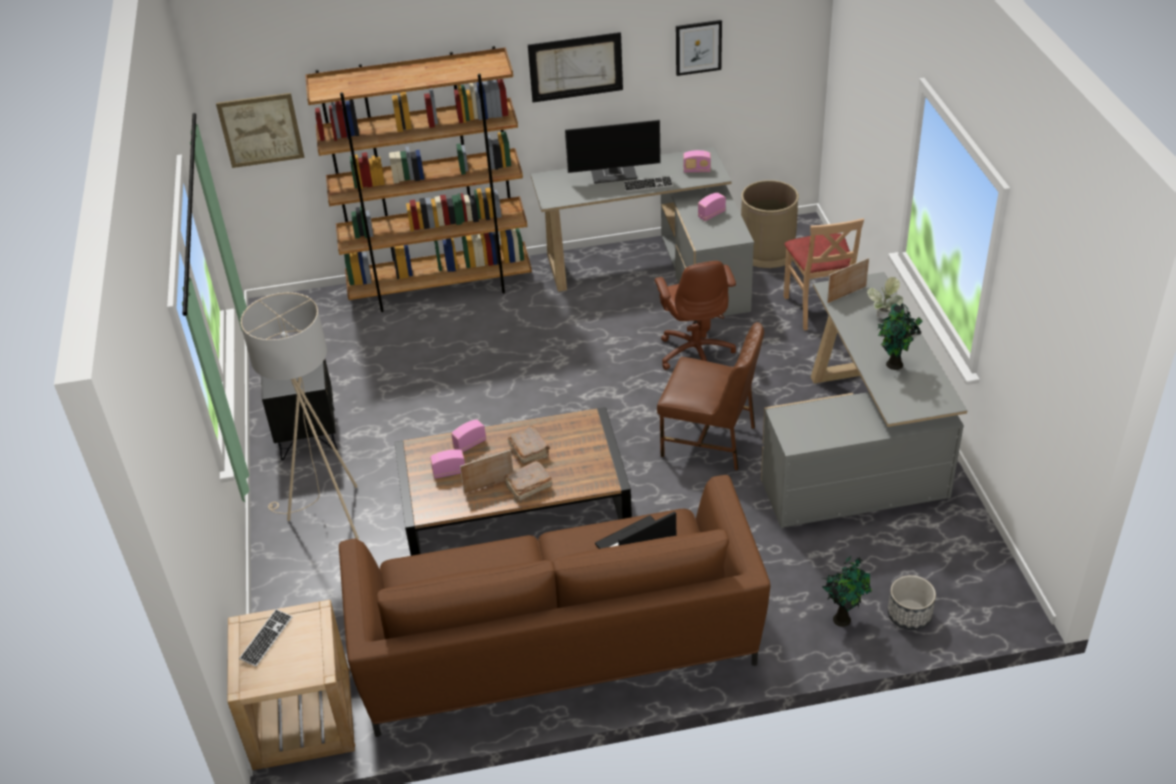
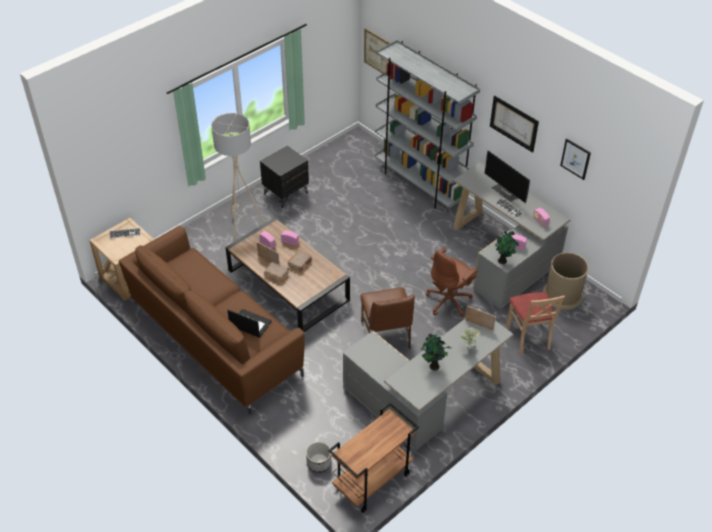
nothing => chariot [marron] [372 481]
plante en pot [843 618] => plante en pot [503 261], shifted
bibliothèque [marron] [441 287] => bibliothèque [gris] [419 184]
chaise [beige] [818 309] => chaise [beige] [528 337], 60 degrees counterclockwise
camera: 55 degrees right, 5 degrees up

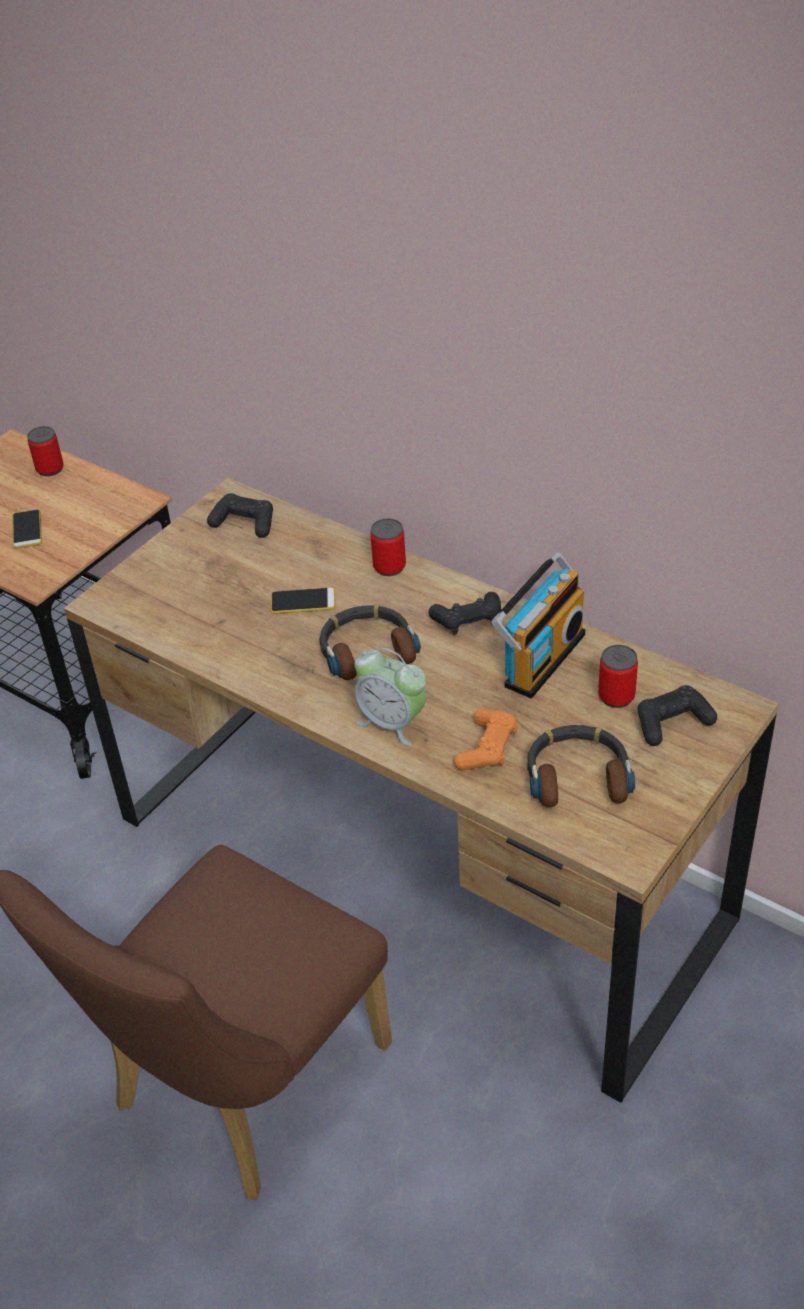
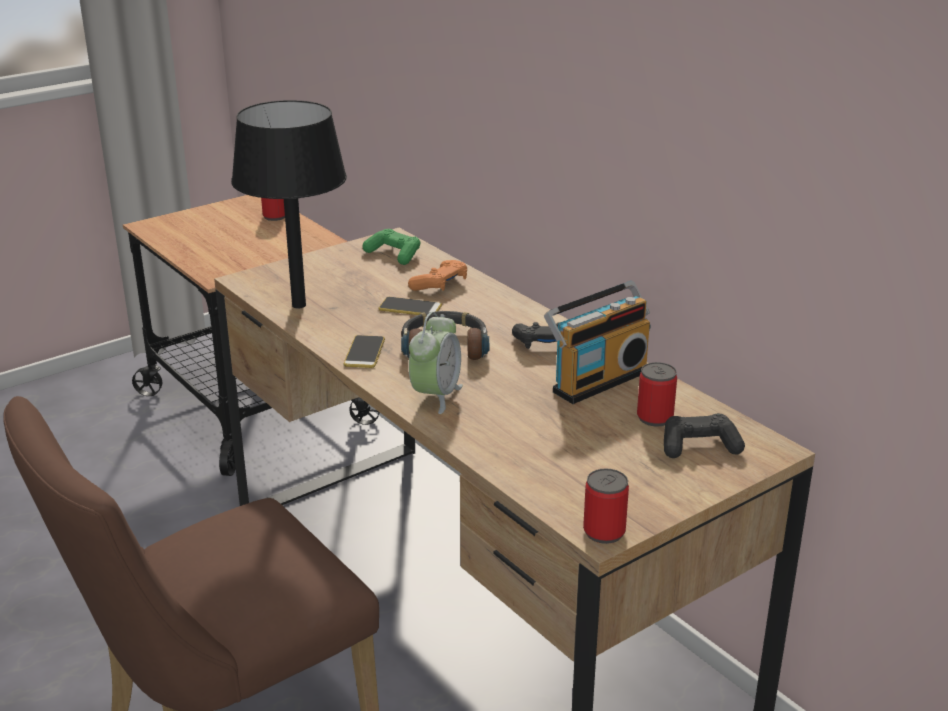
casque audio [578 775] => nothing
nothing => lampe de table [noir] [299 305]
téléphone [27 530] => téléphone [364 352], shifted
boîte métallique [389 566] => boîte métallique [604 532], shifted
manette [orange] [487 748] => manette [orange] [440 284], shifted
manette [noir] [244 523] => manette [vert] [394 254]
réveil [392 723] => réveil [436 396], 120 degrees counterclockwise
camera: 15 degrees right, 15 degrees down

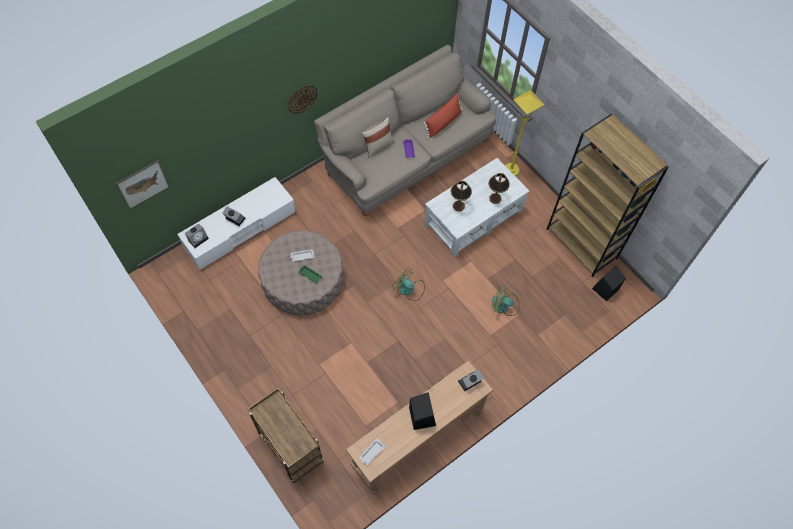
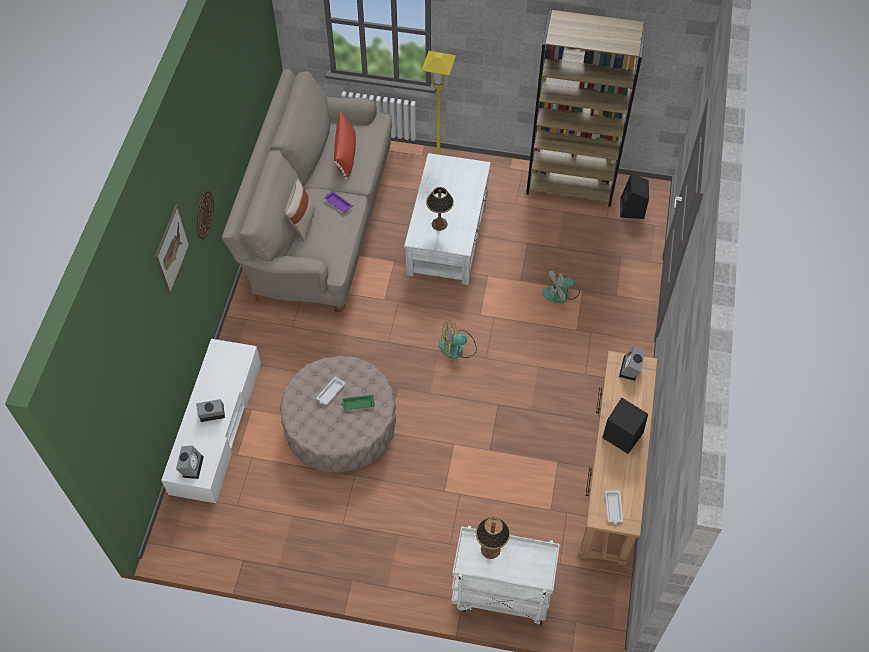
tableau [143 184] => tableau [172 249], shifted
lampe de table [495 198] => lampe de table [491 549], shifted
chariot [marron] [289 447] => chariot [blanc] [500 595]
camera: 40 degrees left, 5 degrees down

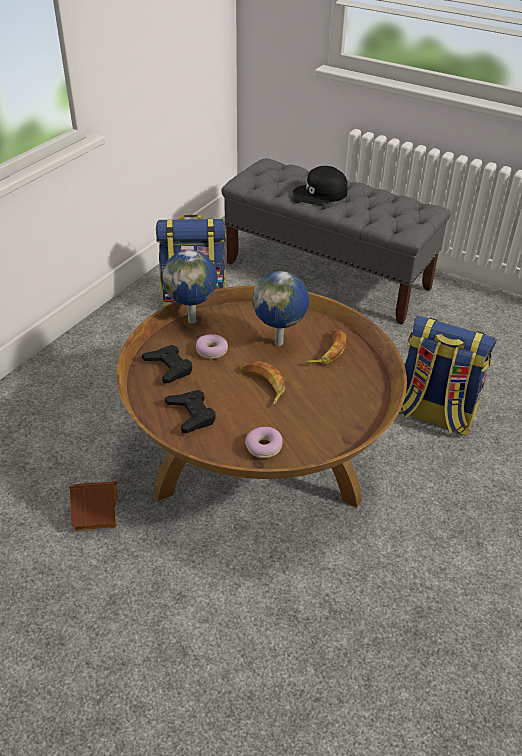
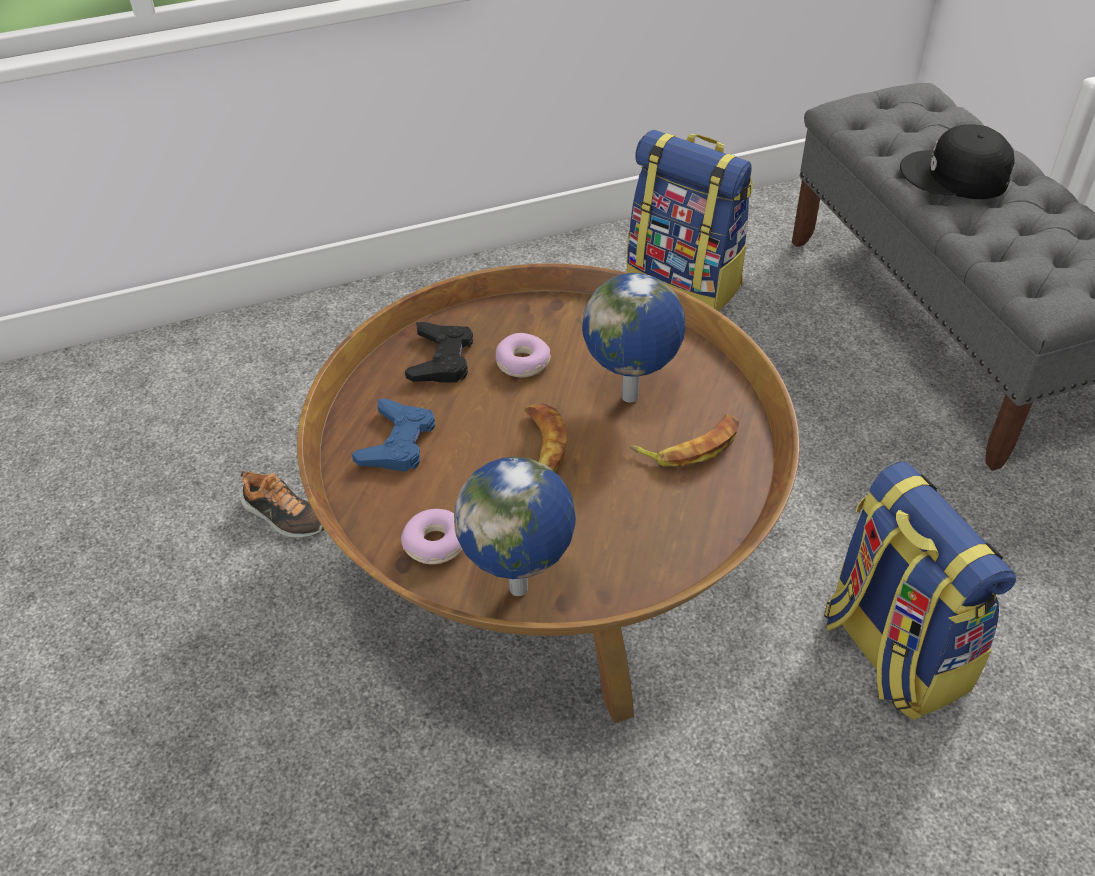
globe [193 320] => globe [521 588], shifted
maison miniature [96 512] => chaussure [284 517]
manette [noir] [191 414] => manette [bleu] [397 442]
camera: 40 degrees right, 5 degrees up

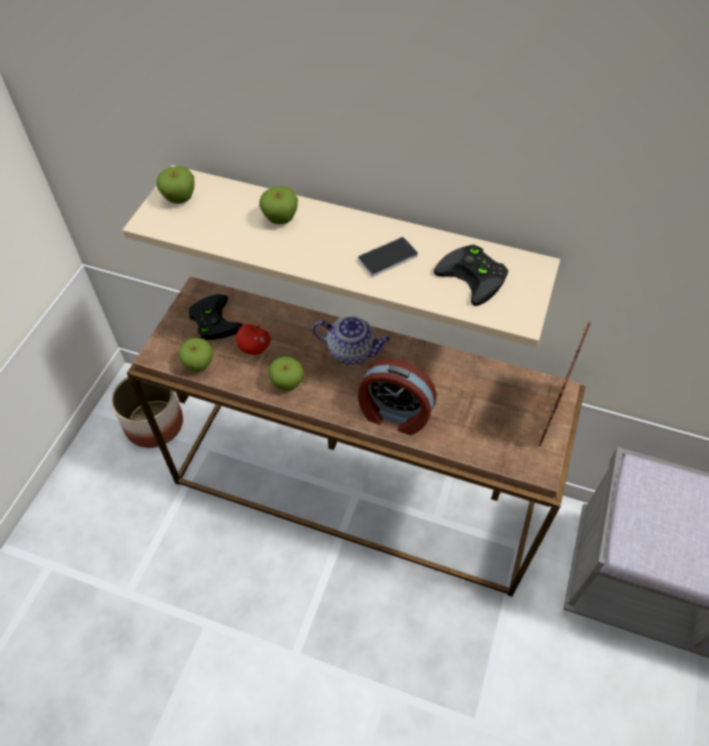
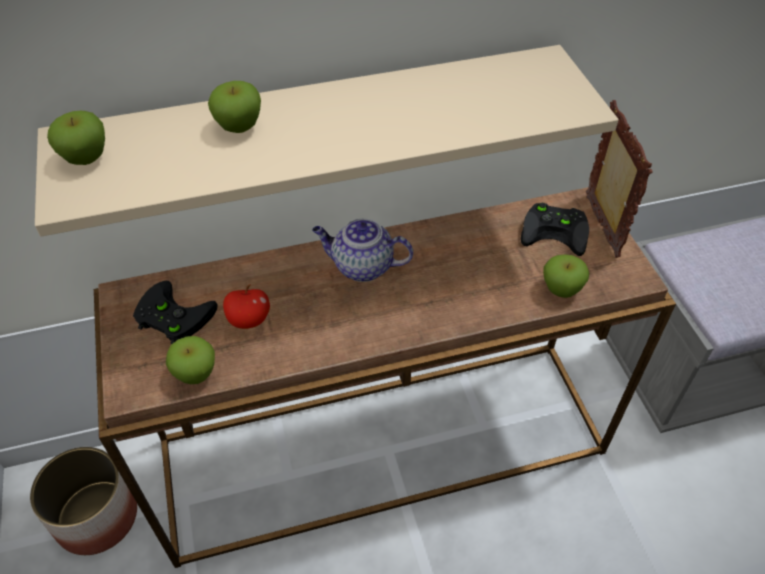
téléphone [387 258] => nothing
réveil [394 414] => nothing
pomme [287 383] => pomme [561 290], shifted
manette [noir] [475 277] => manette [noir] [557 231], shifted
théière [352 351] => théière [361 267], 150 degrees counterclockwise
camera: 35 degrees left, 5 degrees down

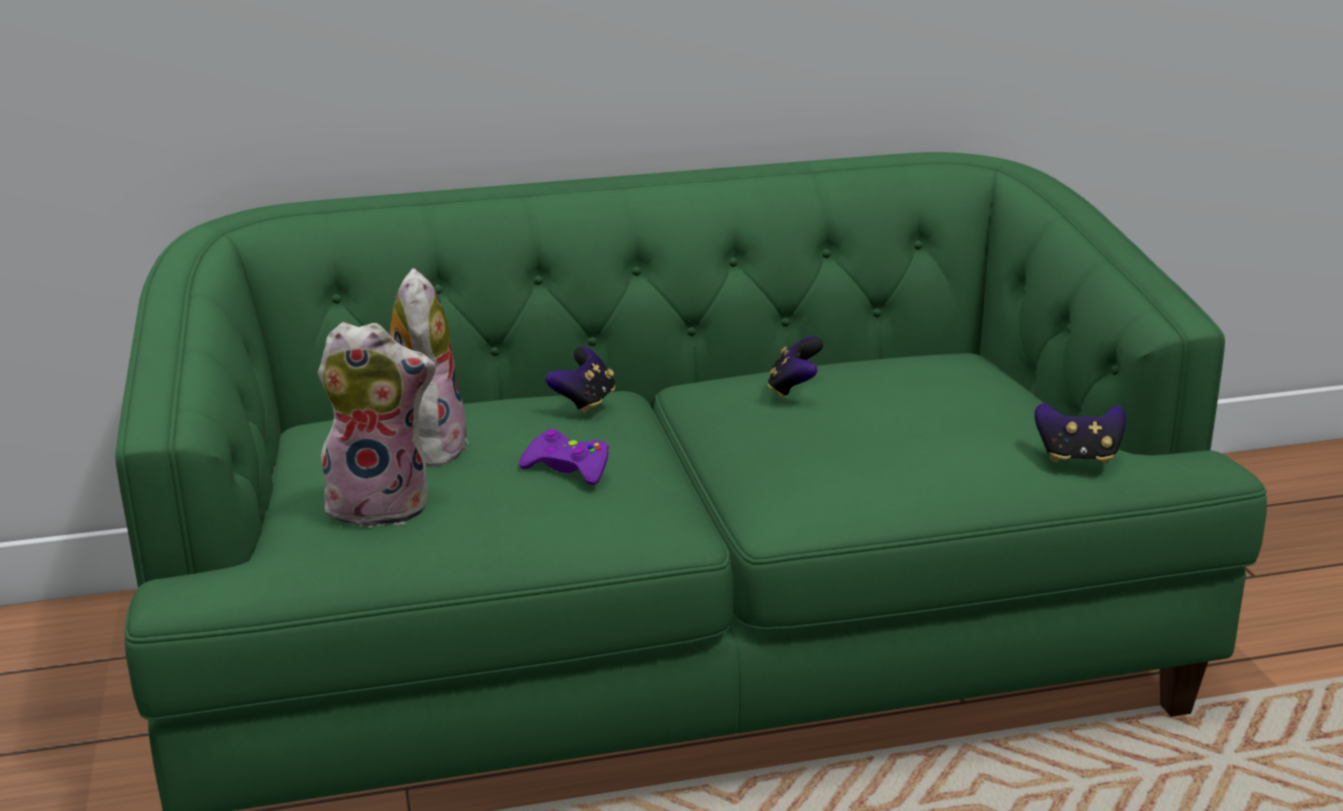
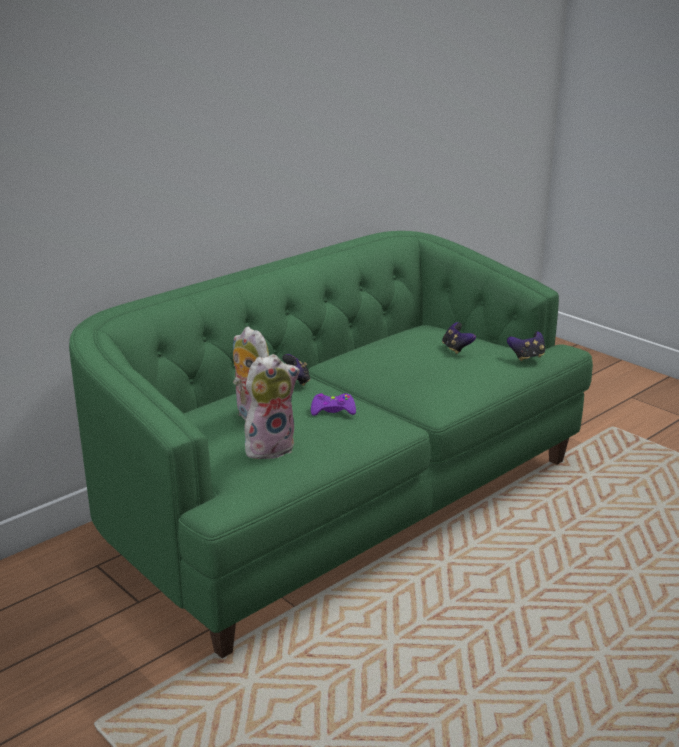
manette [794 389] => manette [456 349], shifted
camera: 30 degrees left, 0 degrees up

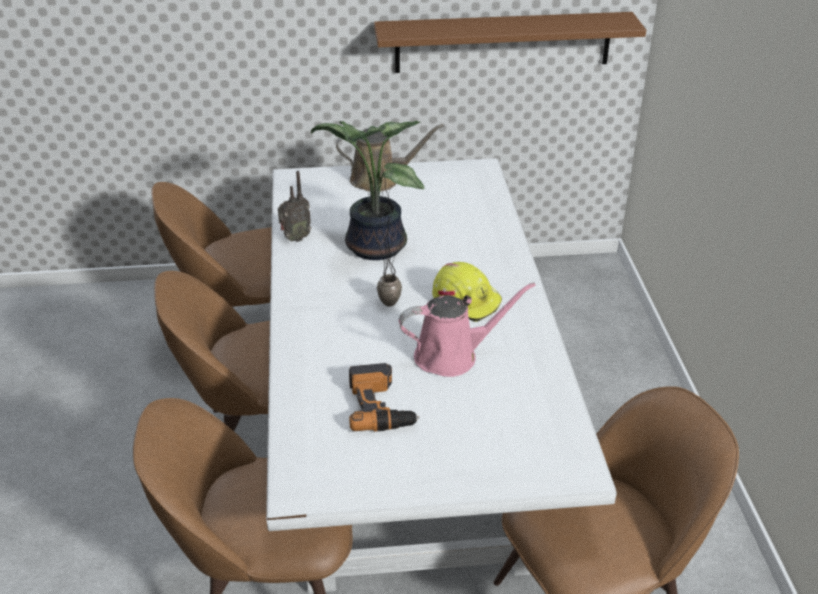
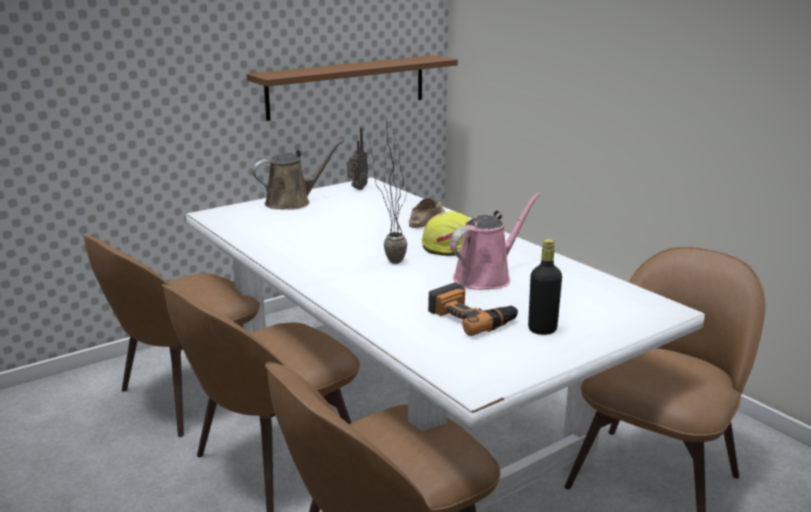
plante en pot [372 247] => nothing
nothing => chaussure [beige] [426 219]
nothing => bouteille [noir] [542 329]
radio [294 238] => radio [357 189], shifted
camera: 30 degrees left, 15 degrees down

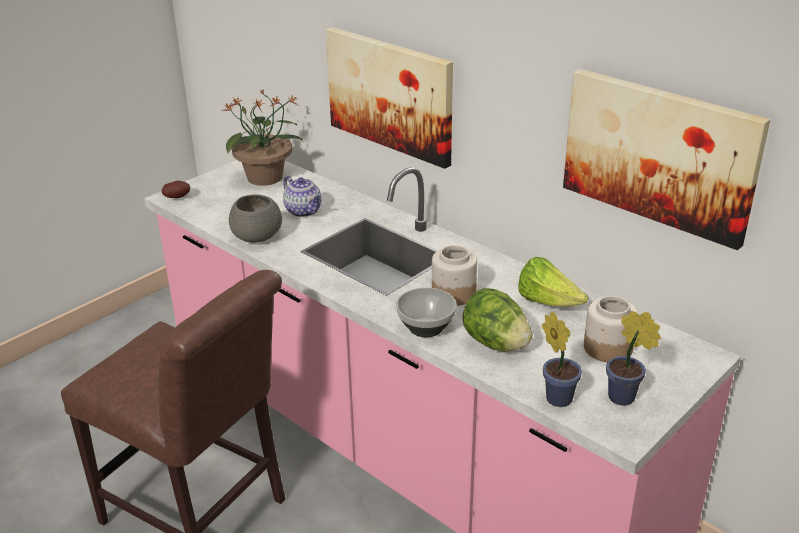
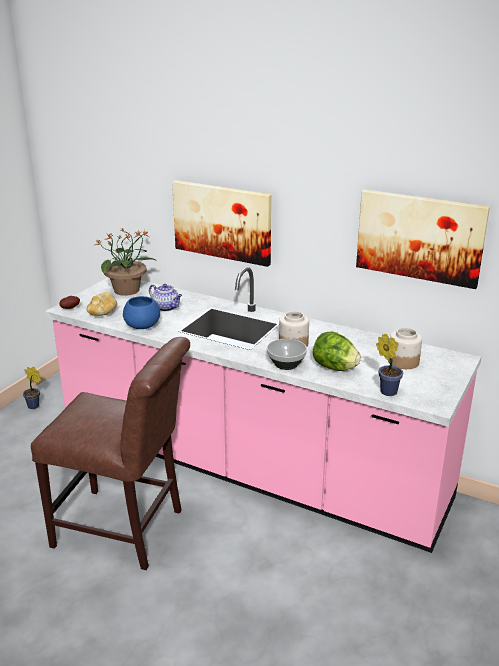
laitue [548 302] => nothing
nothing => pain [102 313]
plante en pot [625 398] => plante en pot [35 406], shifted
bol [gris] [256 237] => bol [bleu] [142 326]
camera: 15 degrees left, 5 degrees down

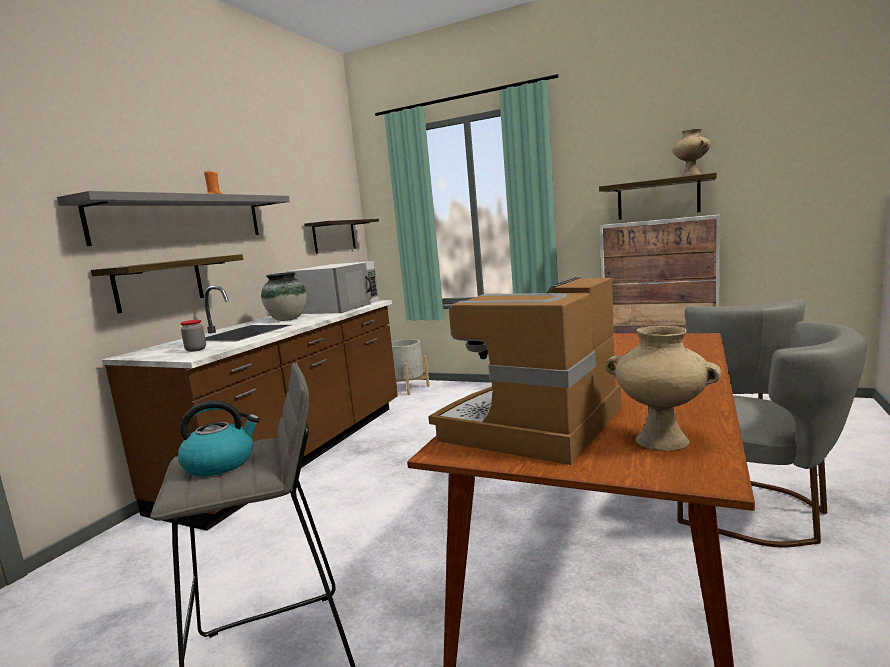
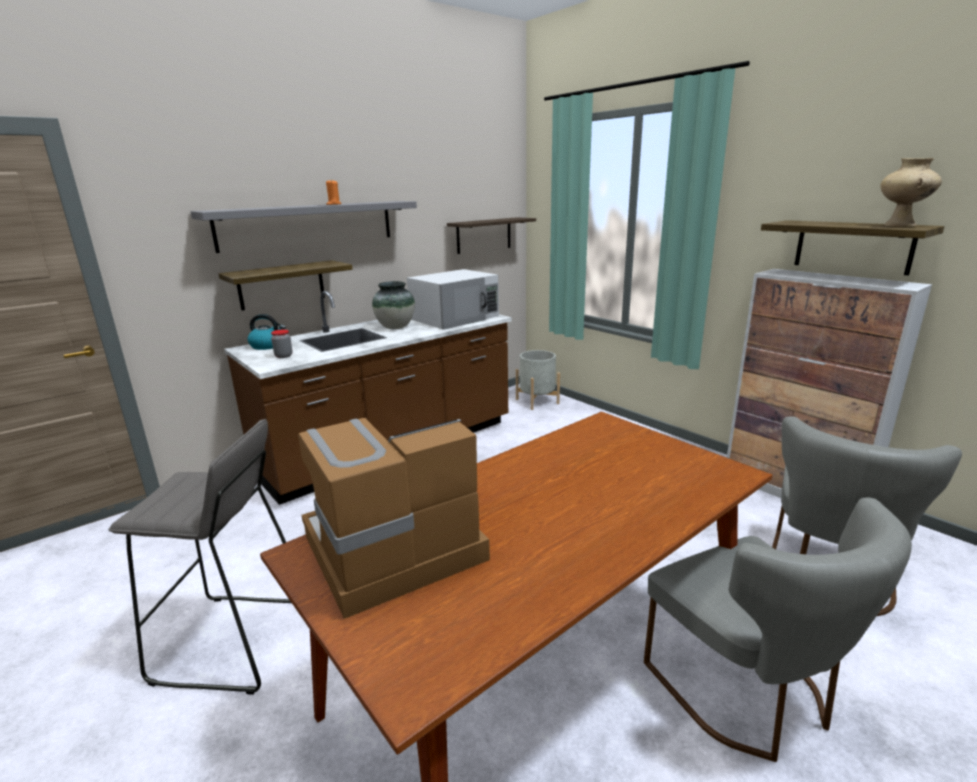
vase [beige] [663 440] => nothing
bouilloire [221 463] => bouilloire [268 346], shifted
camera: 25 degrees right, 10 degrees up

